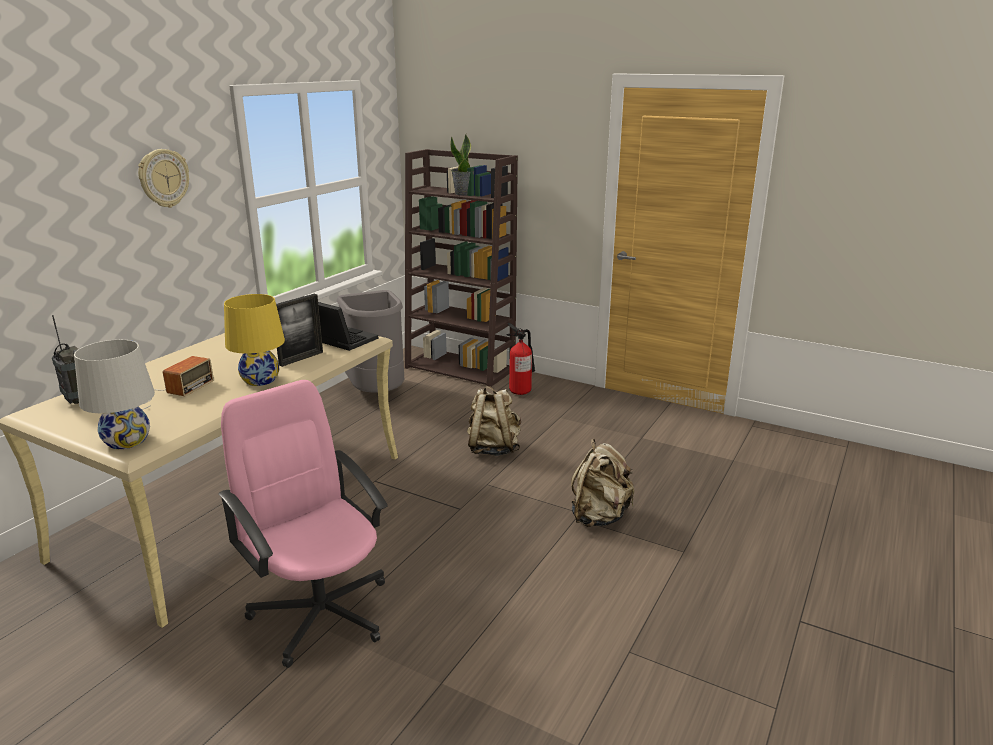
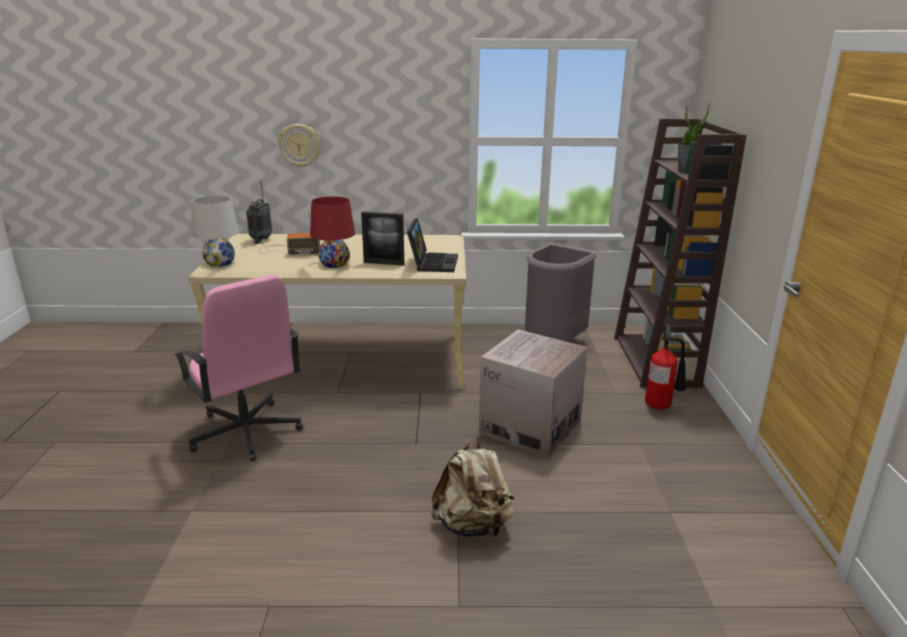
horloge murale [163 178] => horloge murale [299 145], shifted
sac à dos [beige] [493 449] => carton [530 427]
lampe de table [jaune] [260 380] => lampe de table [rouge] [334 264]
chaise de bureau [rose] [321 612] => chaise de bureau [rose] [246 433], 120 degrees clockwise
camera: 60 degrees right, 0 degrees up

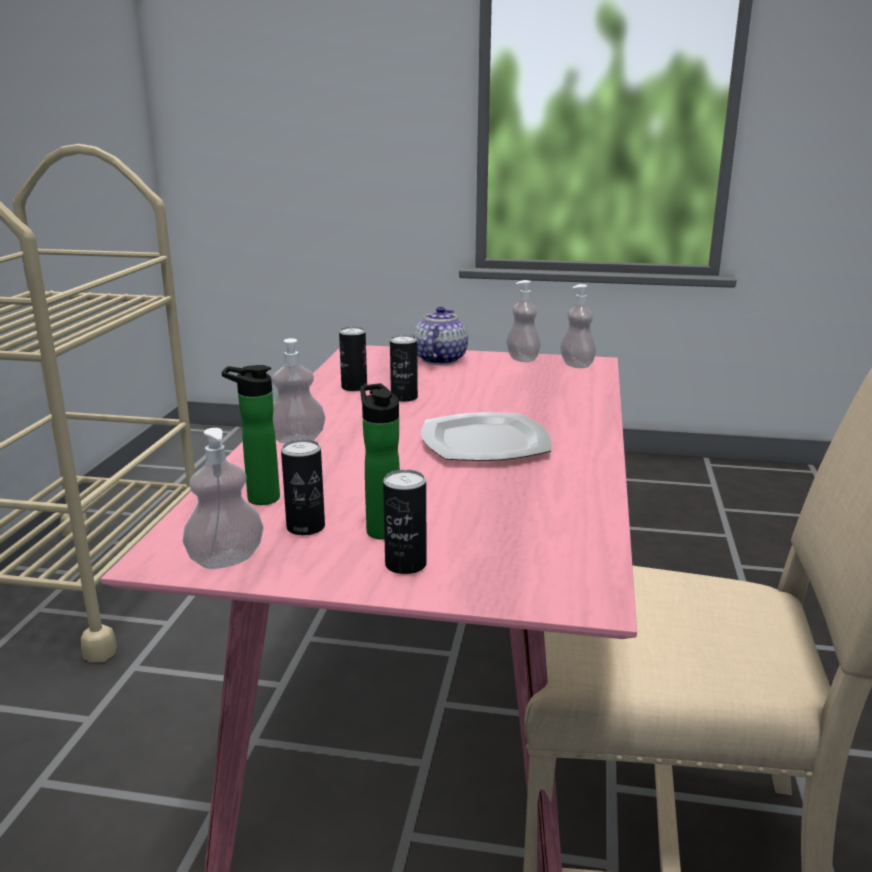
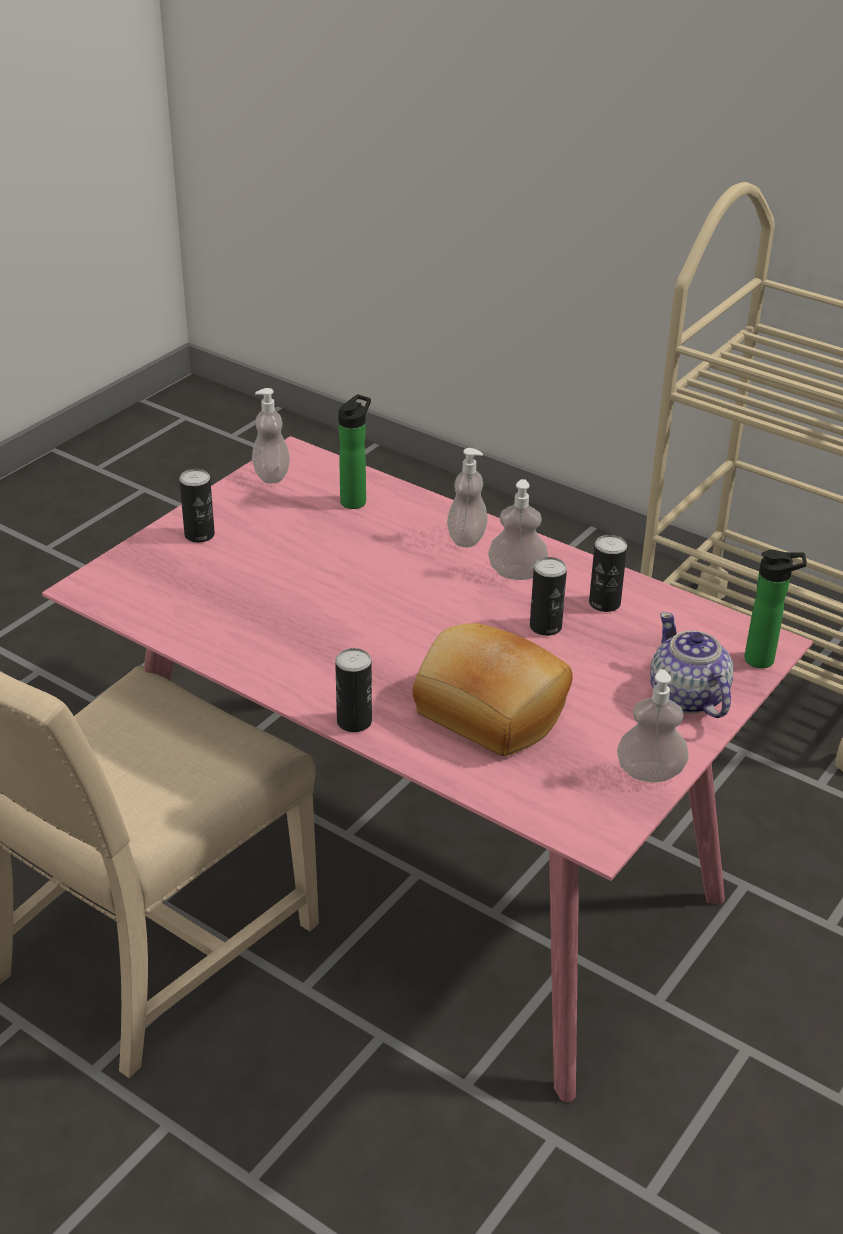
assiette [486 443] => nothing
nothing => pain [489 712]
boîte métallique [305 527] => boîte métallique [354 721], shifted
bouteille [382 529] => bouteille [764 660], shifted
distributeur de savon [576 365] => distributeur de savon [517 573], shifted
théière [439 359] => théière [687 697], 150 degrees counterclockwise
camera: 115 degrees right, 15 degrees up

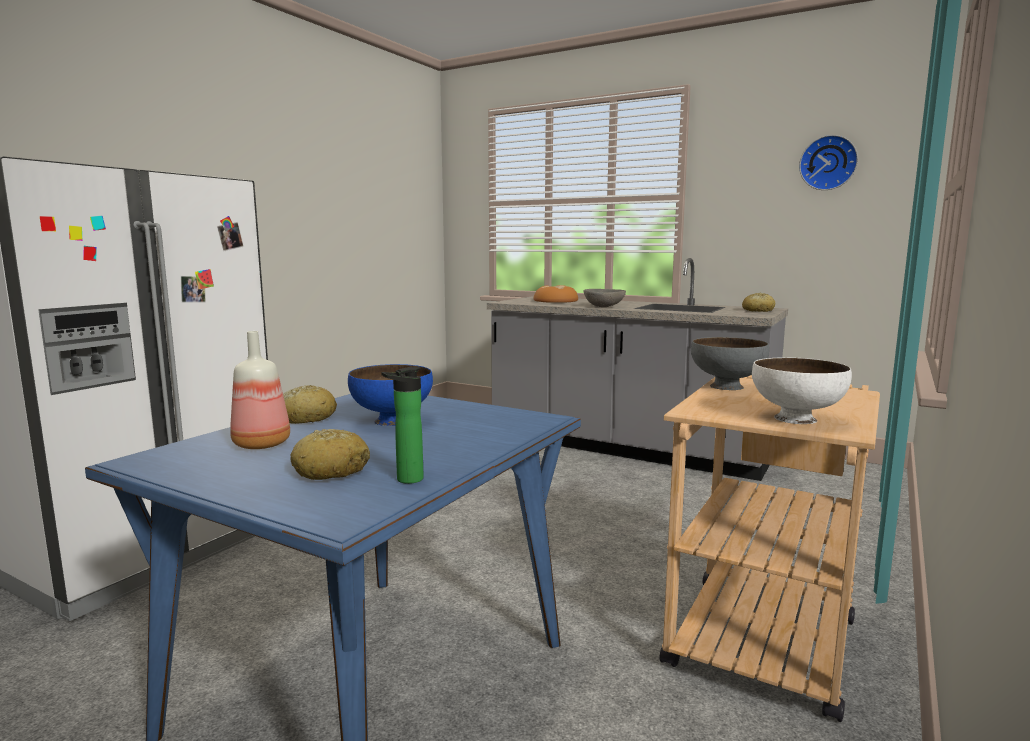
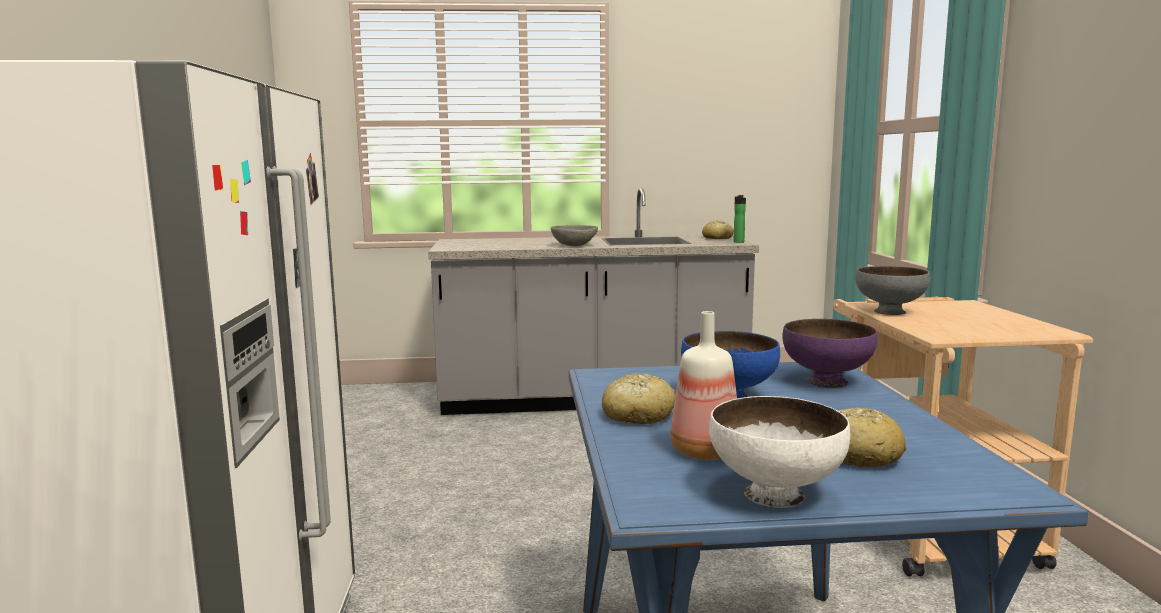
pain [555 301] => nothing
horloge murale [828 163] => nothing
nothing => bol [violet] [826 381]
bouteille [406 480] => bouteille [738 242], shifted
bol [blanc] [796 419] => bol [blanc] [776 494], shifted
camera: 35 degrees left, 0 degrees up

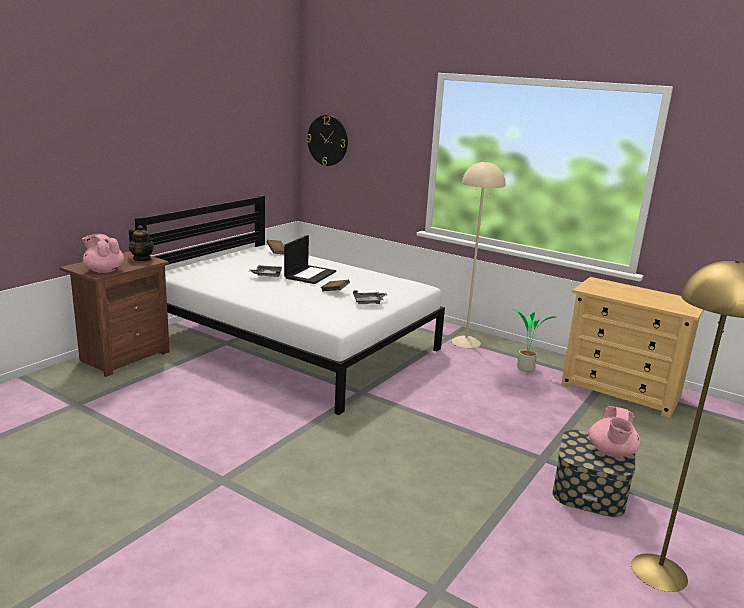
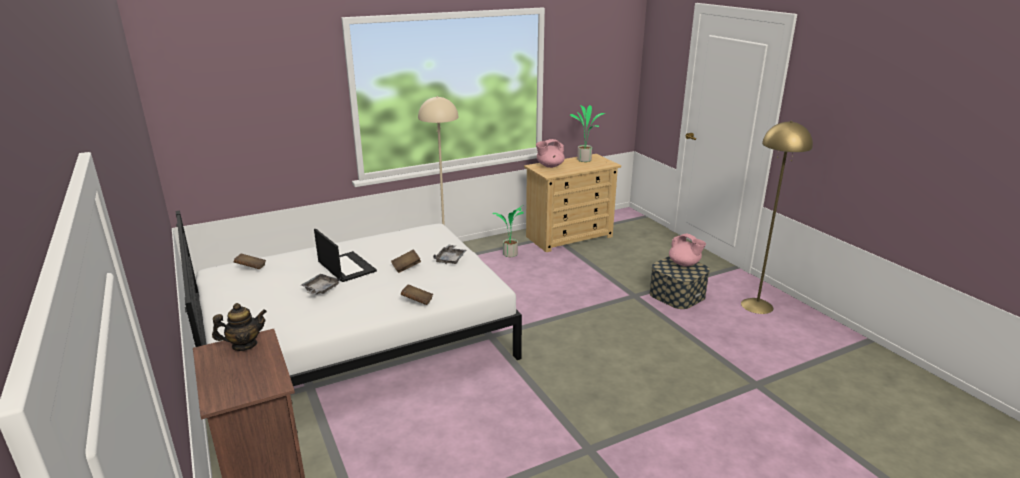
horloge murale [327 140] => nothing
nothing => livre [marron] [417 301]
nothing => plante en pot [584 160]
théière [rose] [104 270] => théière [rose] [549 166], shifted
camera: 60 degrees left, 5 degrees up

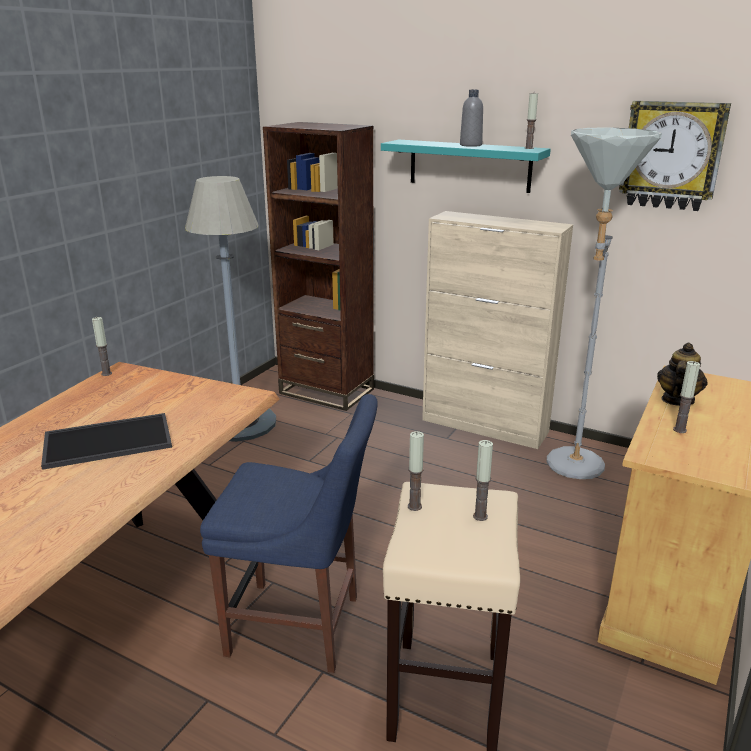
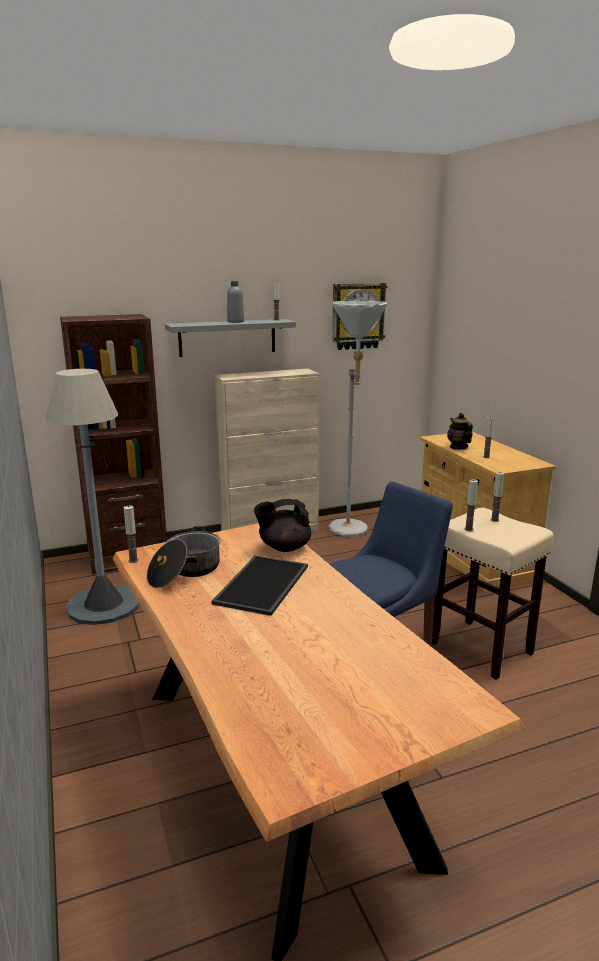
nothing => marmite [185 572]
nothing => théière [noir] [284 547]
étagère [turquoise] [469 165] => étagère [gris] [227 337]
camera: 50 degrees left, 5 degrees down

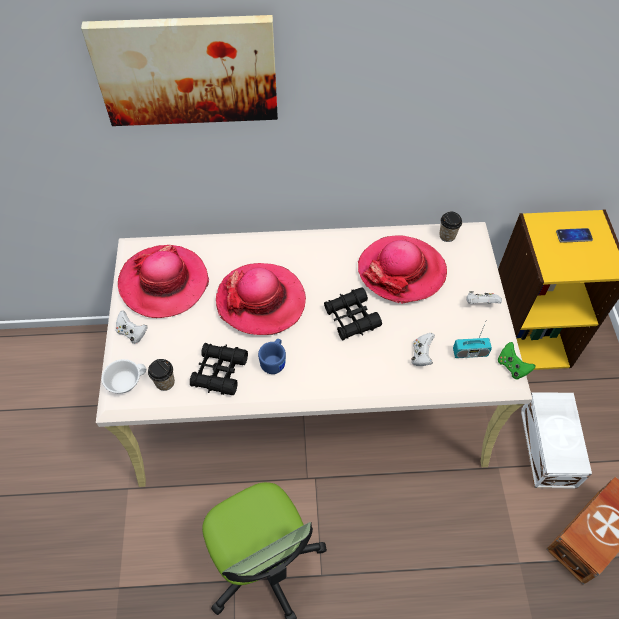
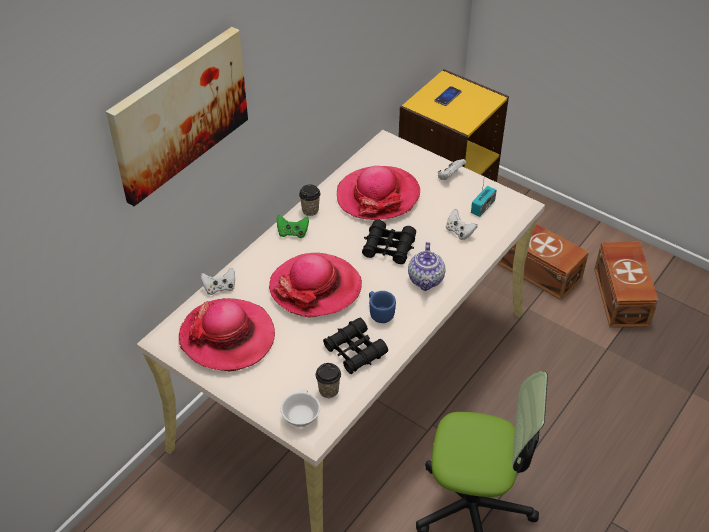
nothing => théière [426 280]
manette [blanc] [132 333] => manette [blanc] [220 288], shifted
tasse [447 236] => tasse [310 210], shifted
manette [vert] [512 366] => manette [vert] [292 233], shifted
boîte de rangement [blanc] [549 446] => boîte de rangement [marron] [539 269]
camera: 50 degrees left, 10 degrees down

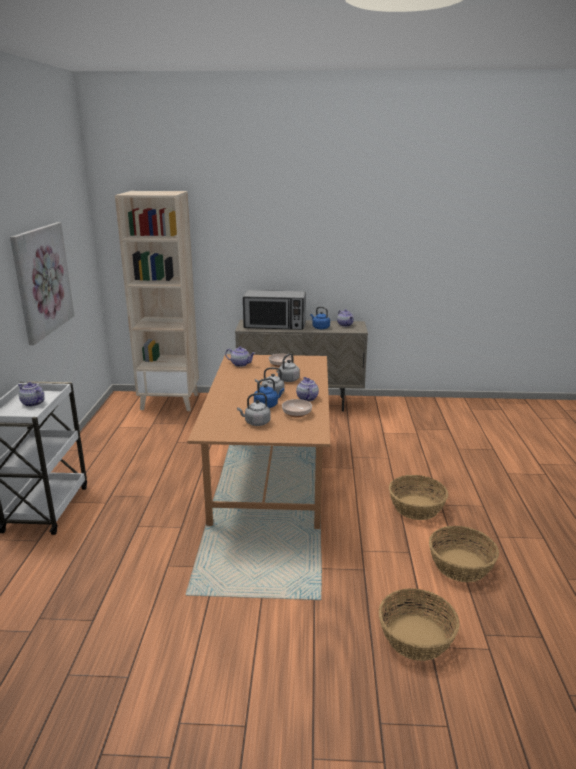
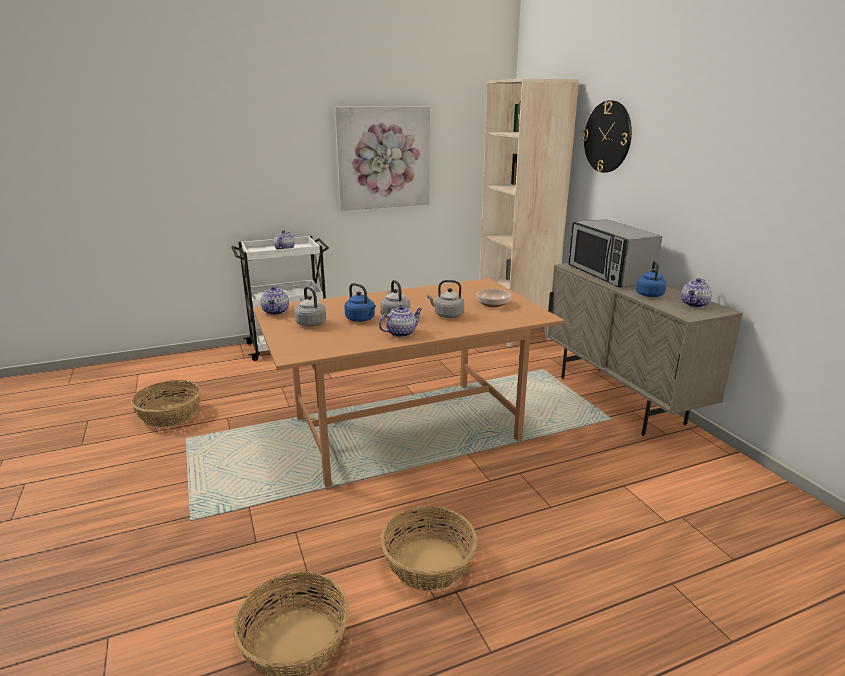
bol [297 414] => nothing
nothing => horloge murale [607 137]
théière [240 364] => théière [276 312], shifted
panier [416 638] => panier [170 415], shifted
camera: 65 degrees right, 0 degrees up

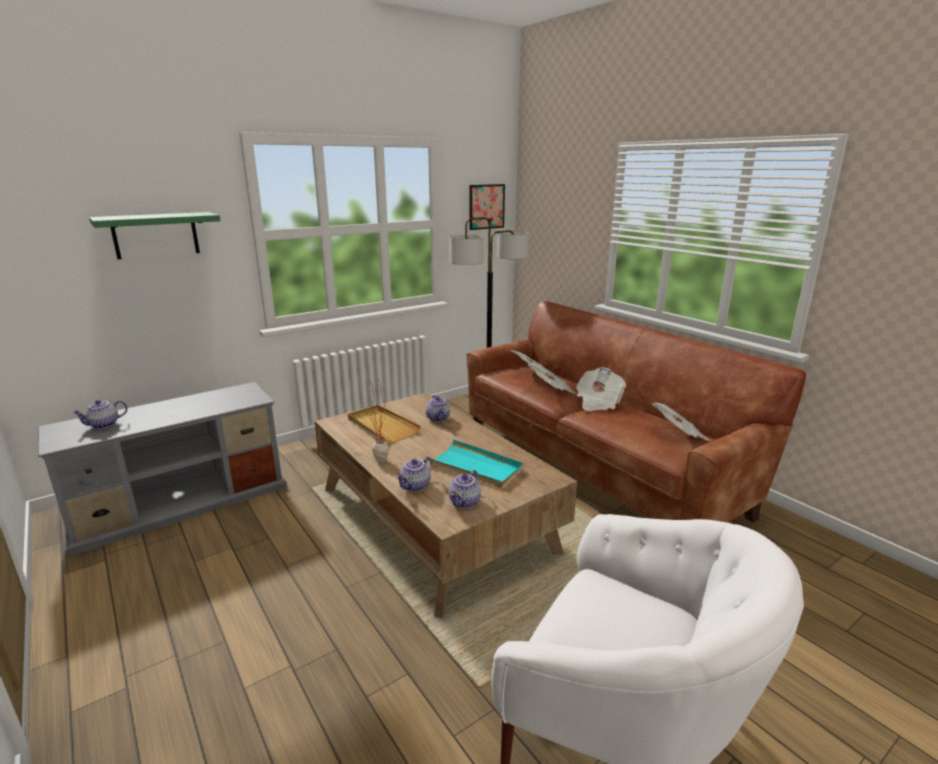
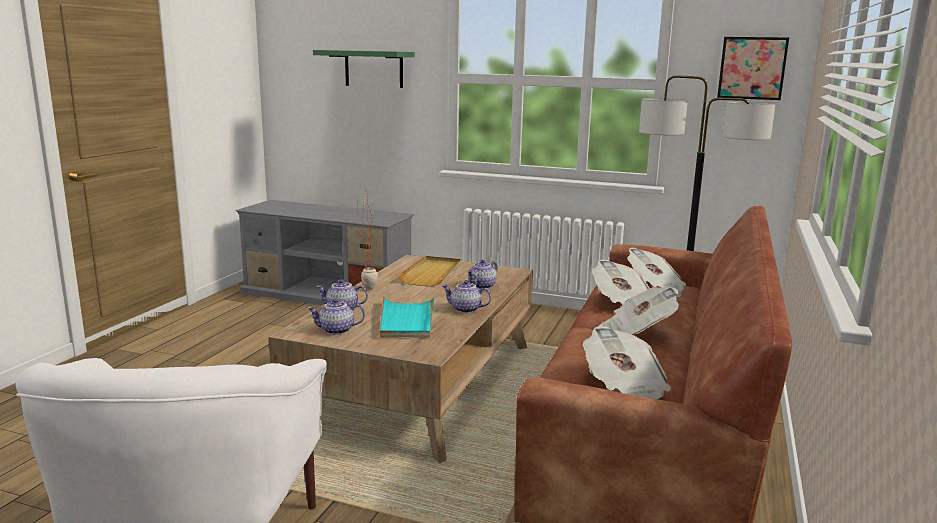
théière [104 425] => théière [465 309], shifted
camera: 55 degrees right, 5 degrees down

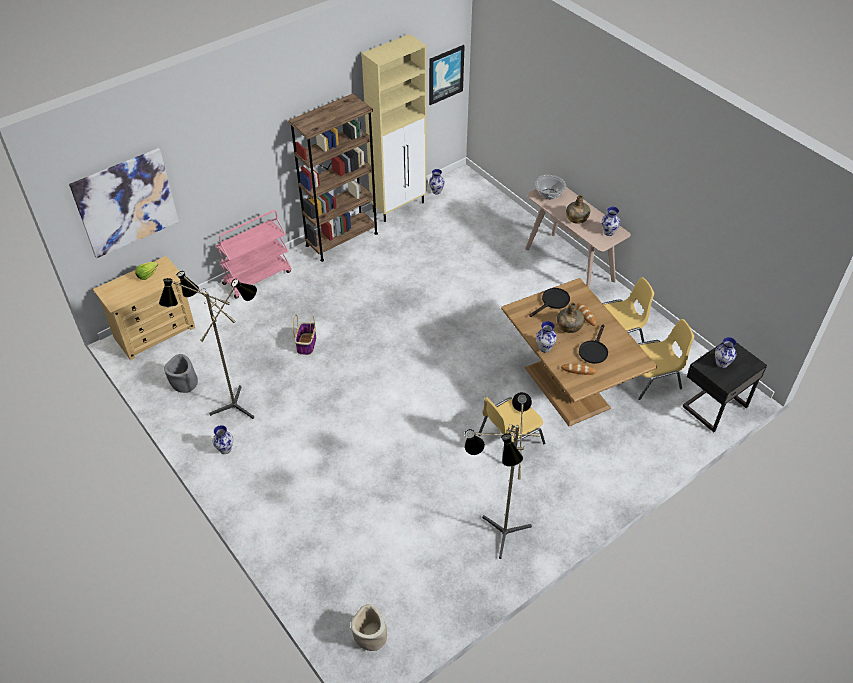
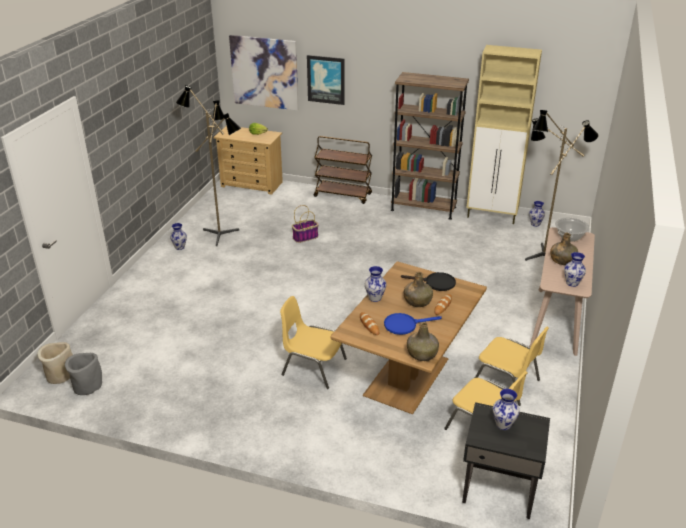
nothing => bouteille [vert] [422 354]
cache-pot [gris] [184 383] => cache-pot [gris] [87 386], shifted
tableau [445 74] => tableau [326 79], shifted
lampadaire [498 533] => lampadaire [540 253], shifted
chariot [rose] [257 277] => chariot [marron] [343 195]
poêle [noir] [594 350] => poêle [bleu] [404 325]
camera: 55 degrees right, 15 degrees down

